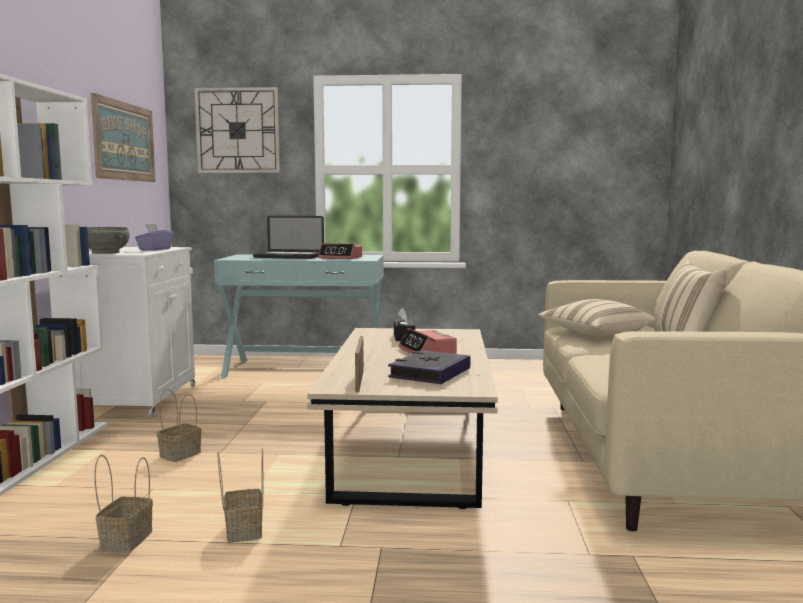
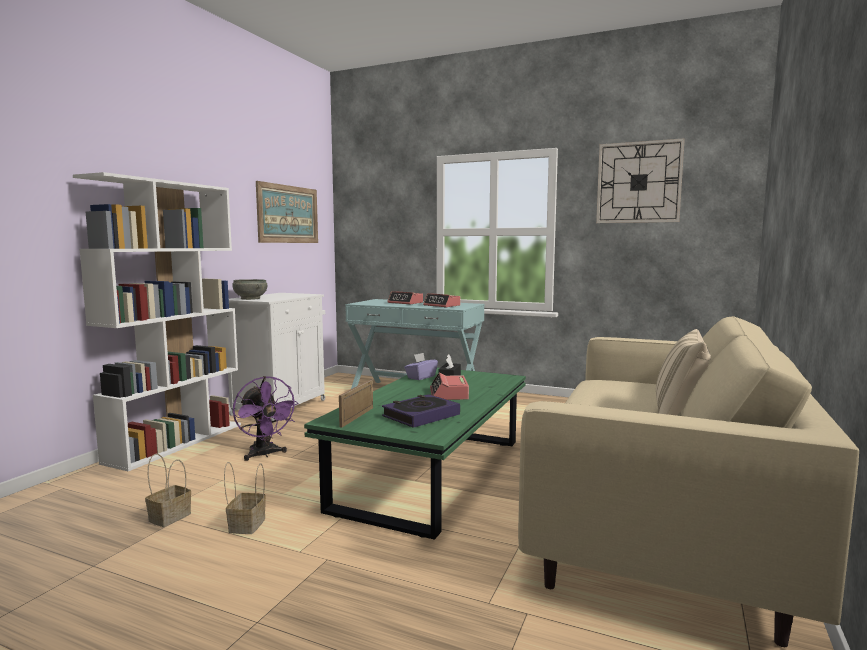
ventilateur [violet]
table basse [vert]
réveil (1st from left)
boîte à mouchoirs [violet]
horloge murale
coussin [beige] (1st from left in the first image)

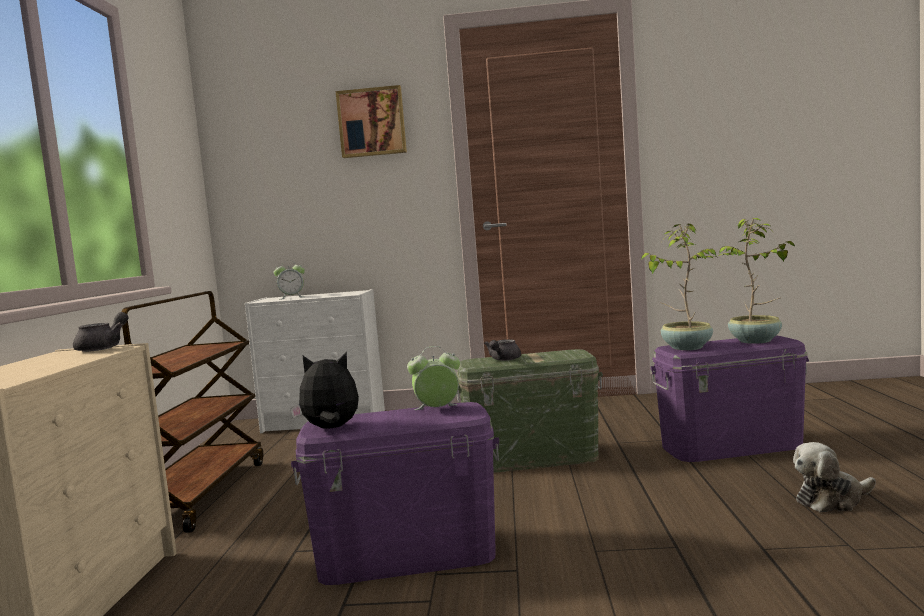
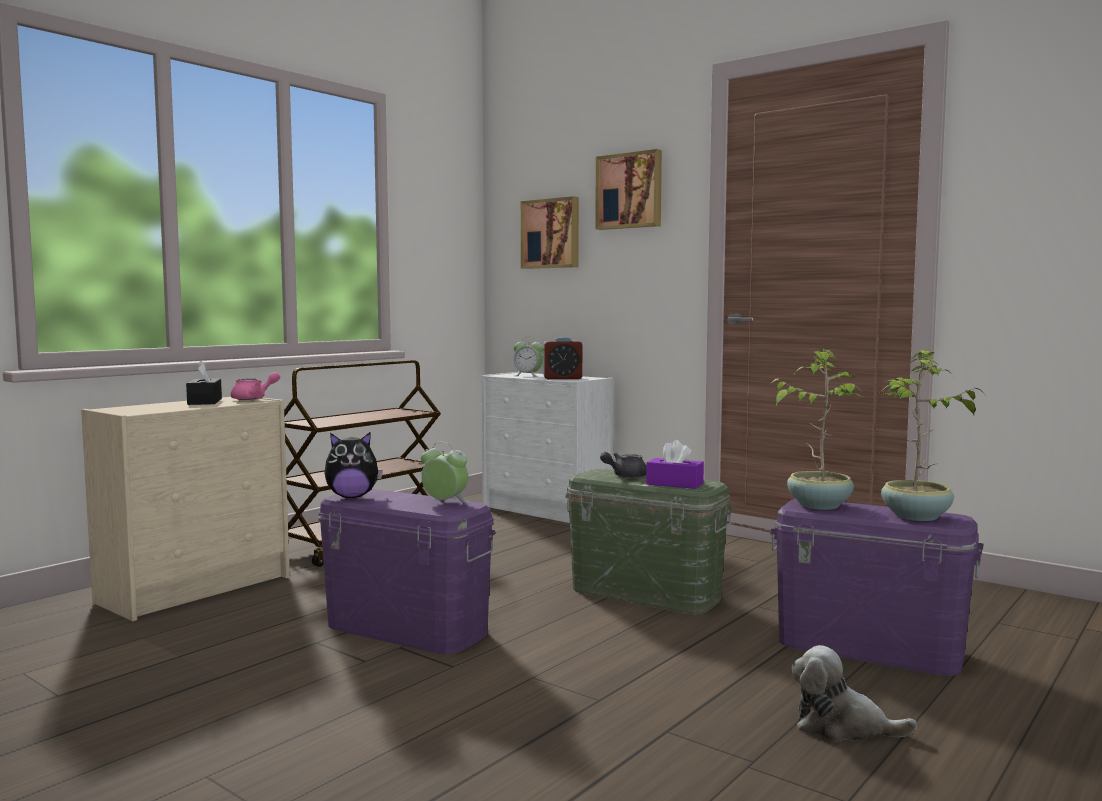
boîte à mouchoirs [noir]
théière [rose]
peluche (1st from left)
tableau (1st from left)
réveil (3rd from left)
boîte à mouchoirs [violet]

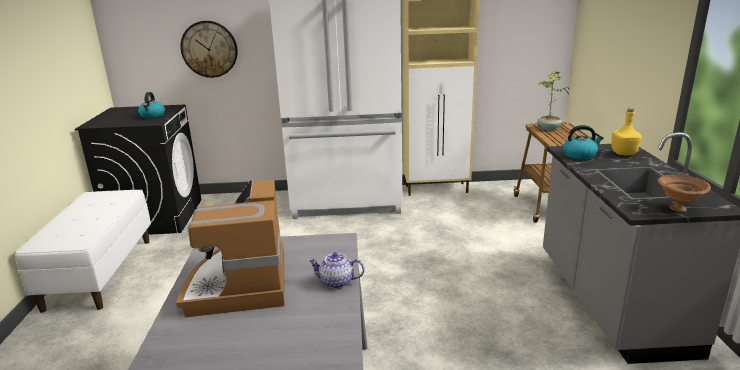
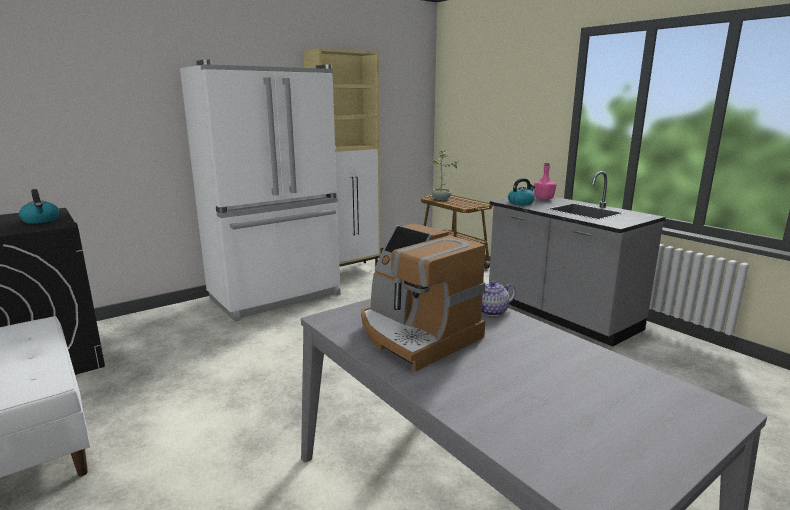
bouteille [rose]
horloge murale
bol [marron]

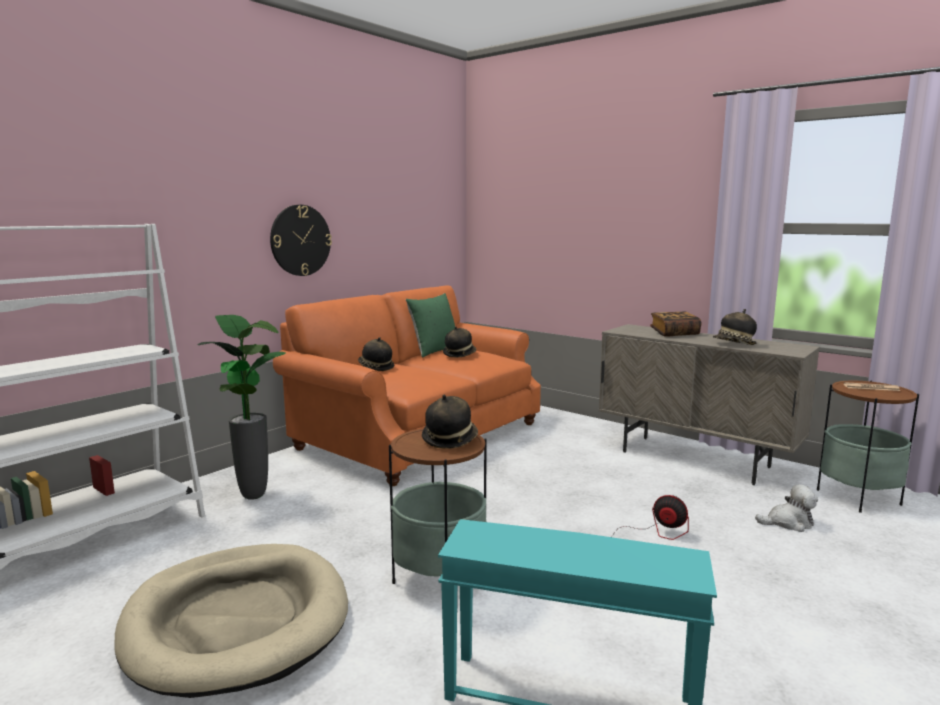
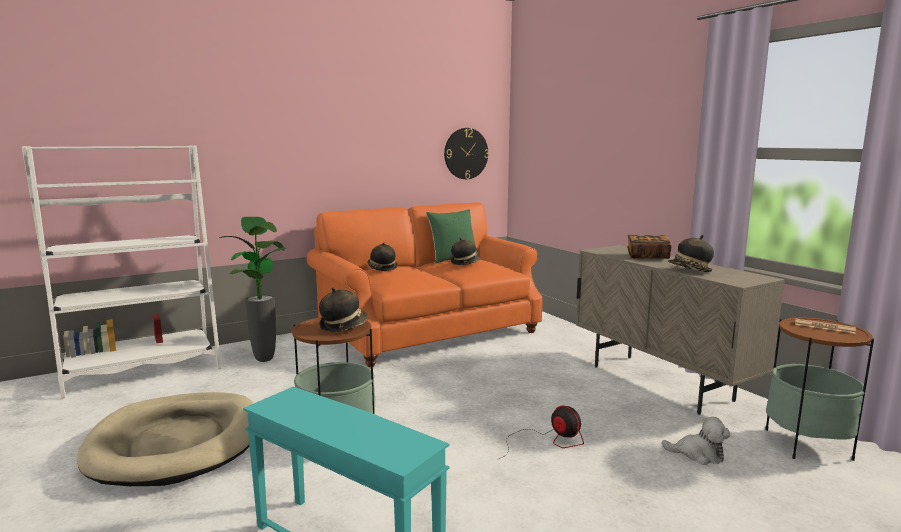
horloge murale

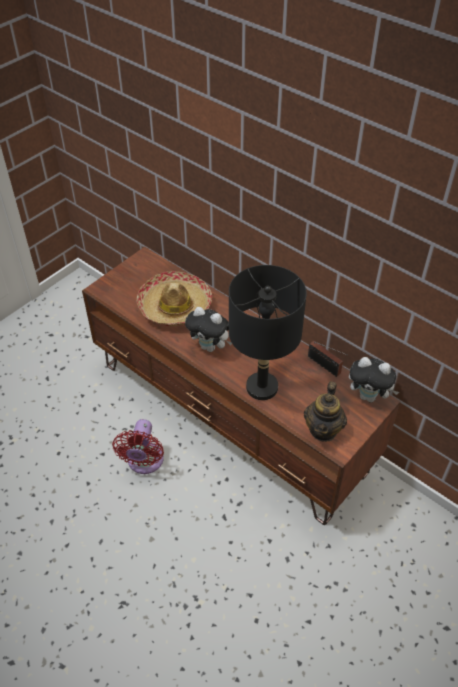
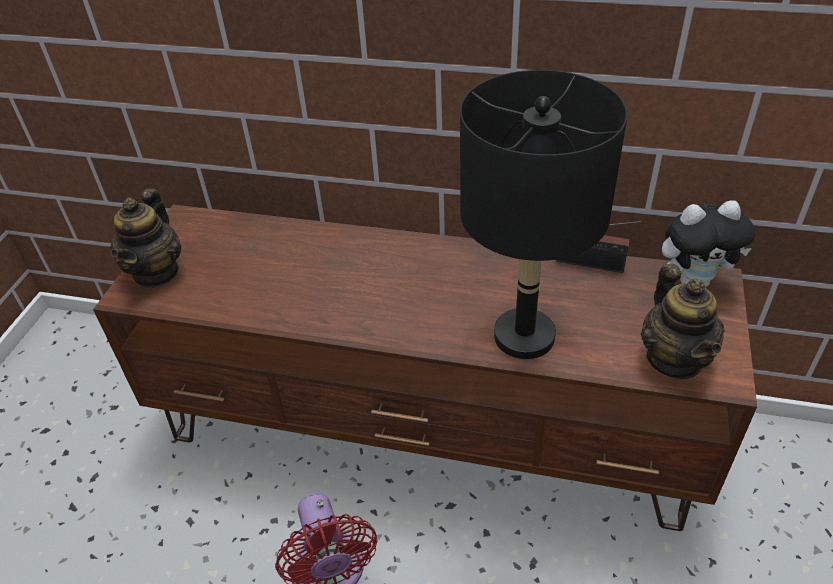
théière (1st from left)
chapeau
peluche (1st from left in the first image)

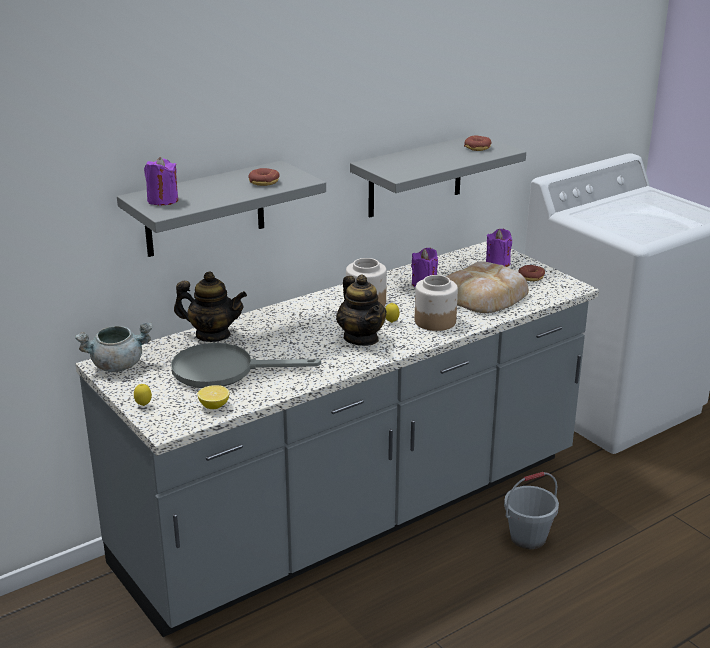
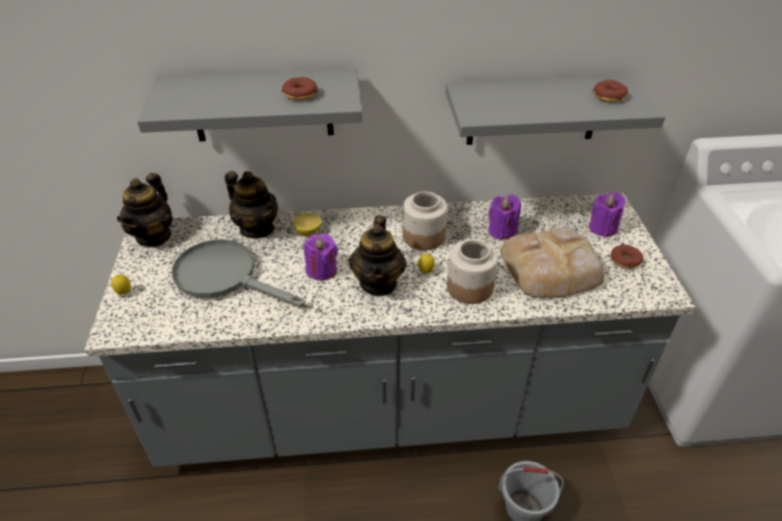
théière (1st from left)
citron (2nd from left)
bougie [violet] (1st from left)

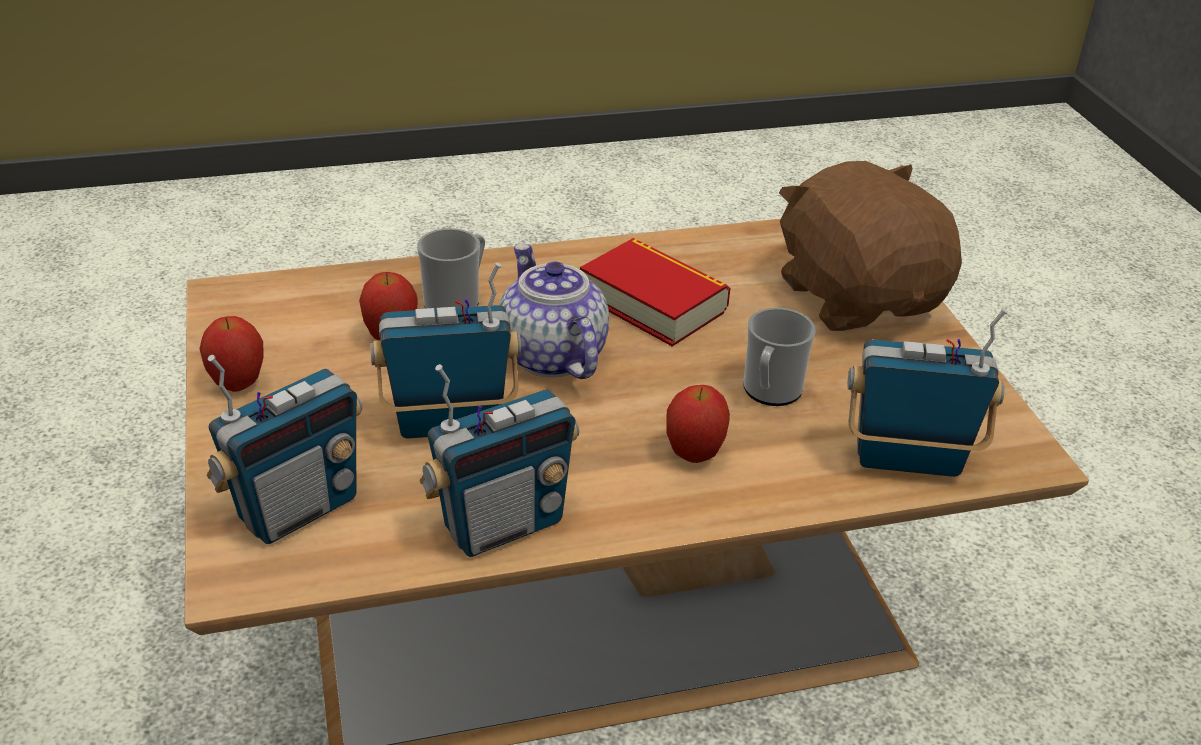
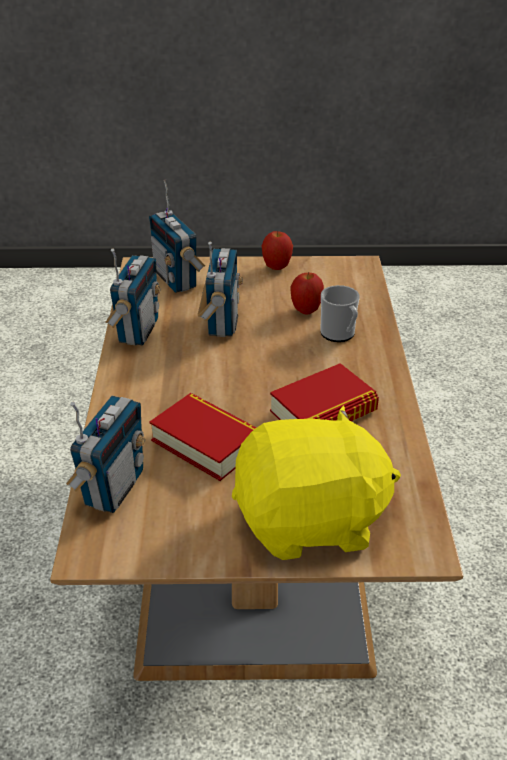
radio (2nd from left)
livre (1st from left)
peluche [jaune]
théière
pomme (3rd from left in the first image)

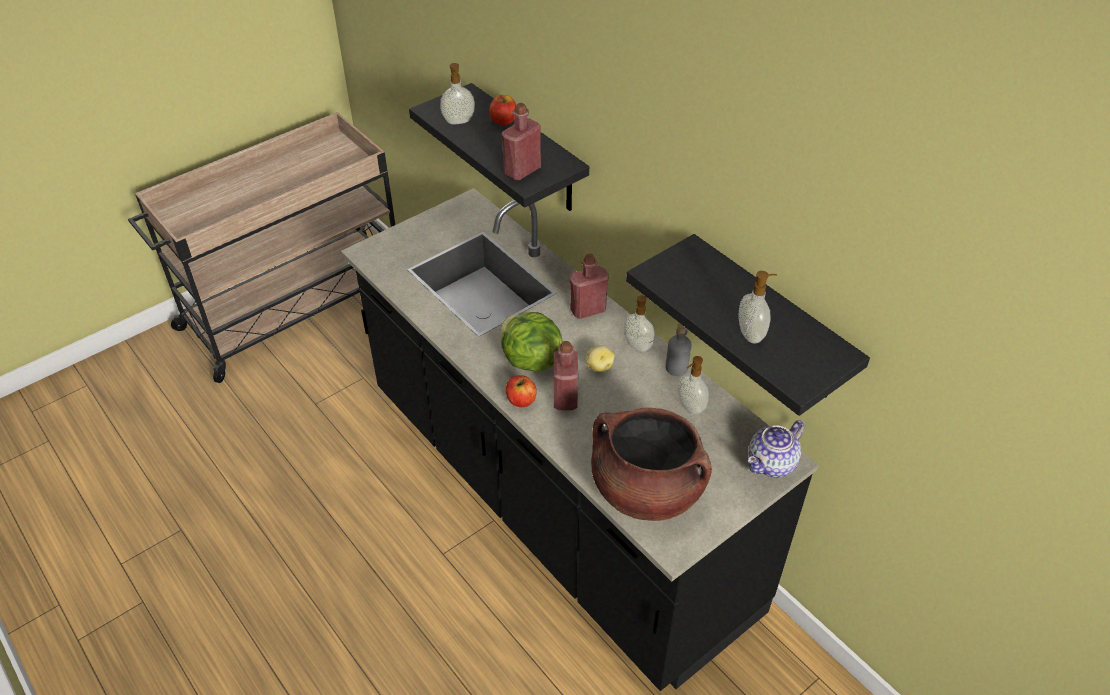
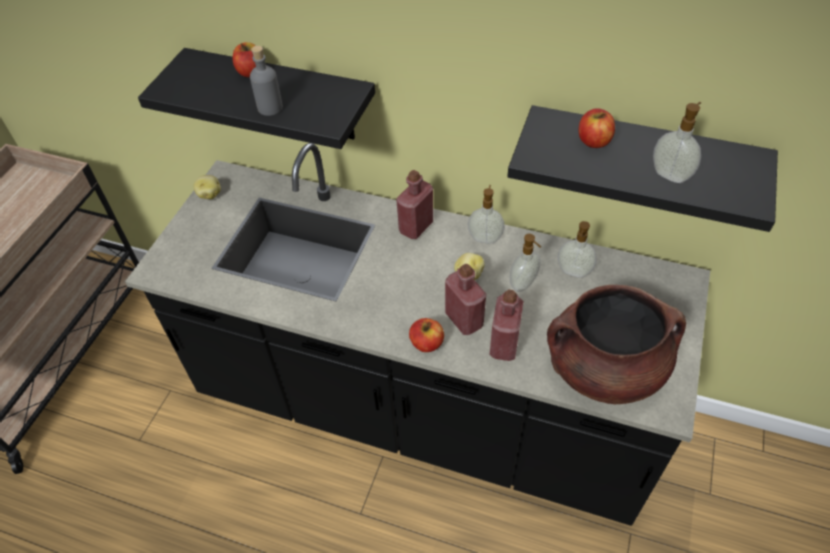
pomme de terre (1st from left)
bouteille [gris]
bouteille [rouge] (3rd from left)
distributeur de savon (2nd from left)
pomme (3rd from left)
laitue
théière

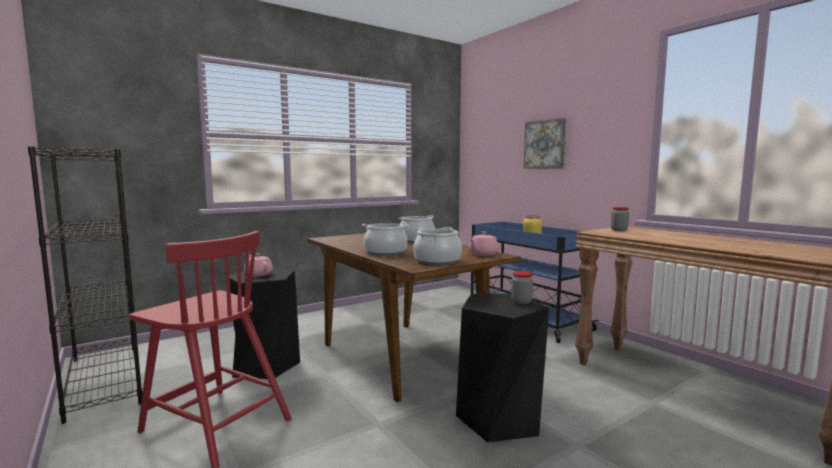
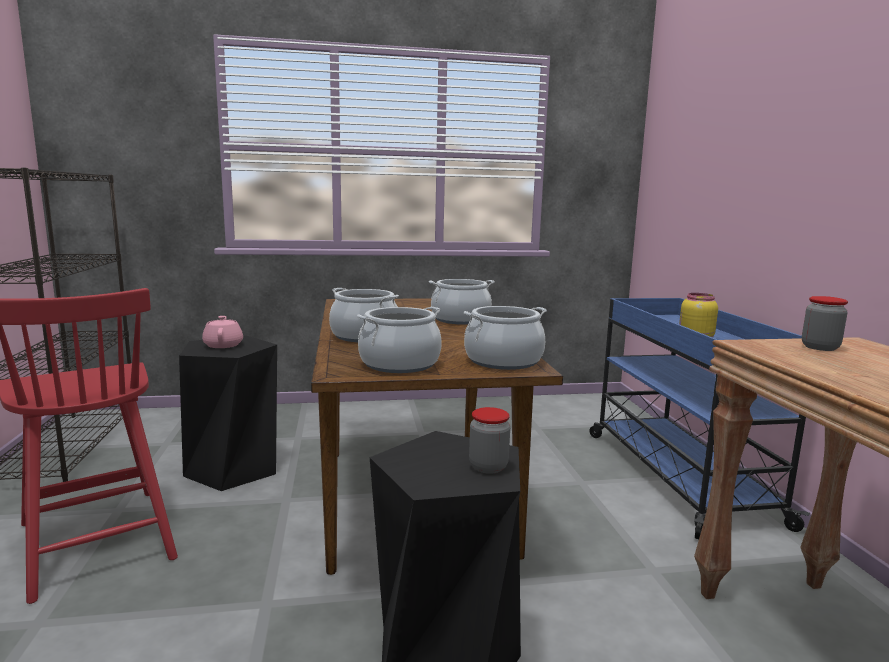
marmite (4th from left)
tableau

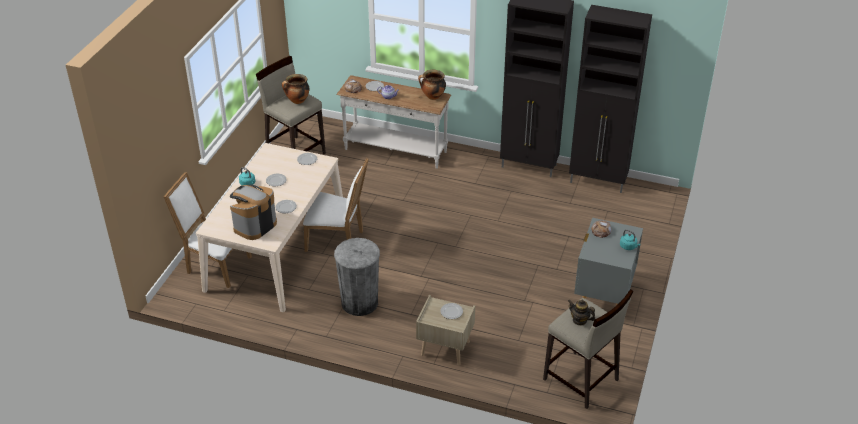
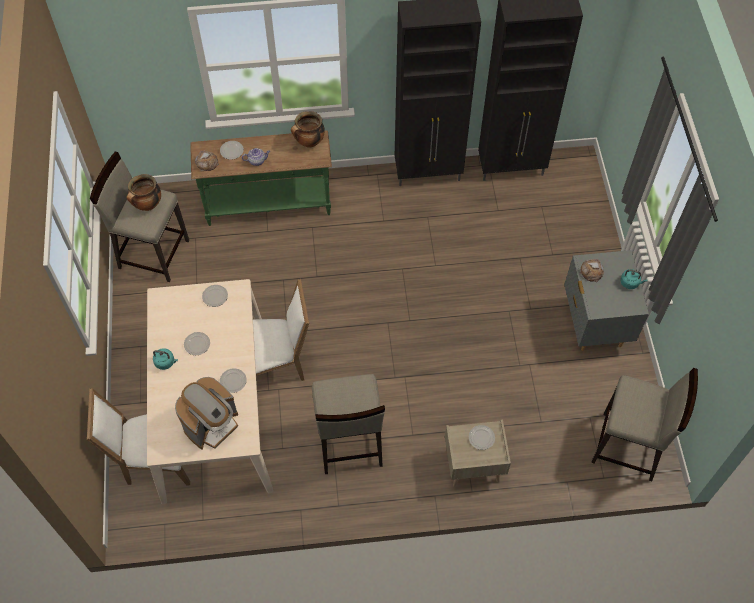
machine à café
table console [vert]
tabouret [beige] (2nd from left)
théière (2nd from left in the first image)

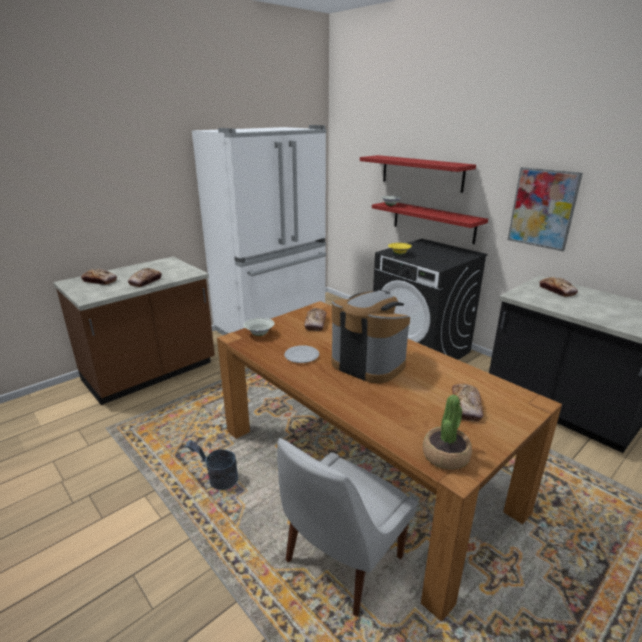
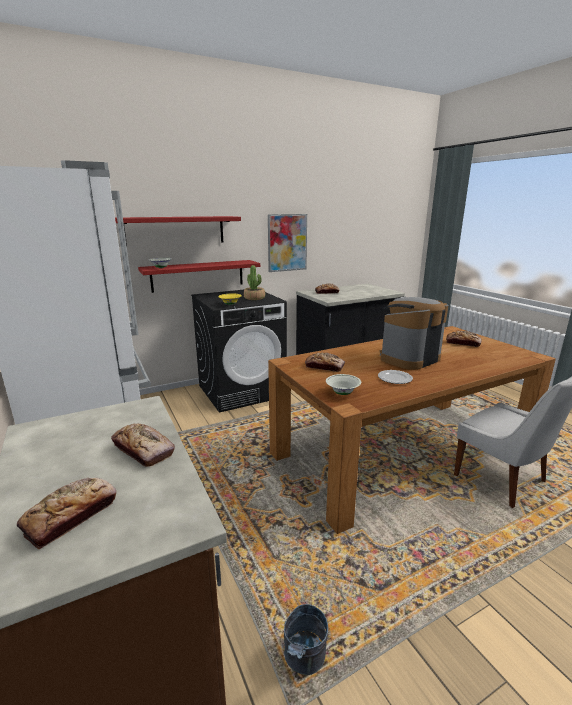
plante en pot
seau [gris]

